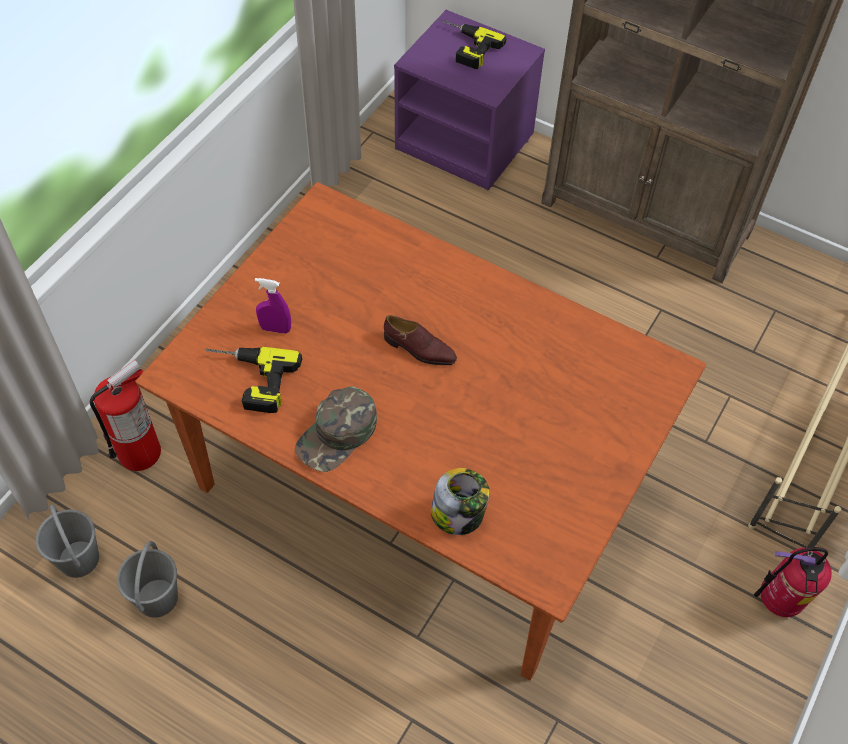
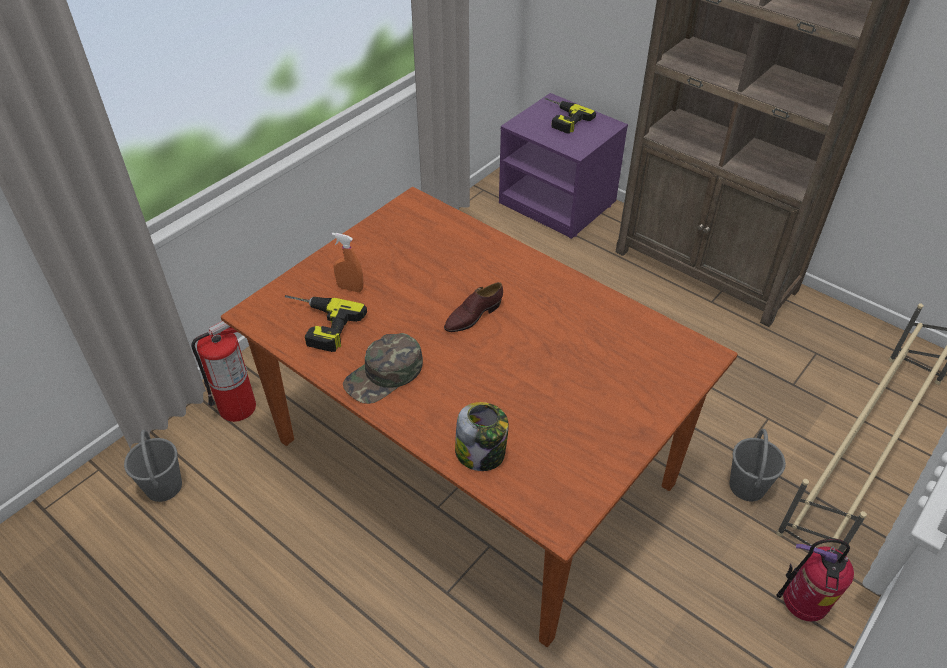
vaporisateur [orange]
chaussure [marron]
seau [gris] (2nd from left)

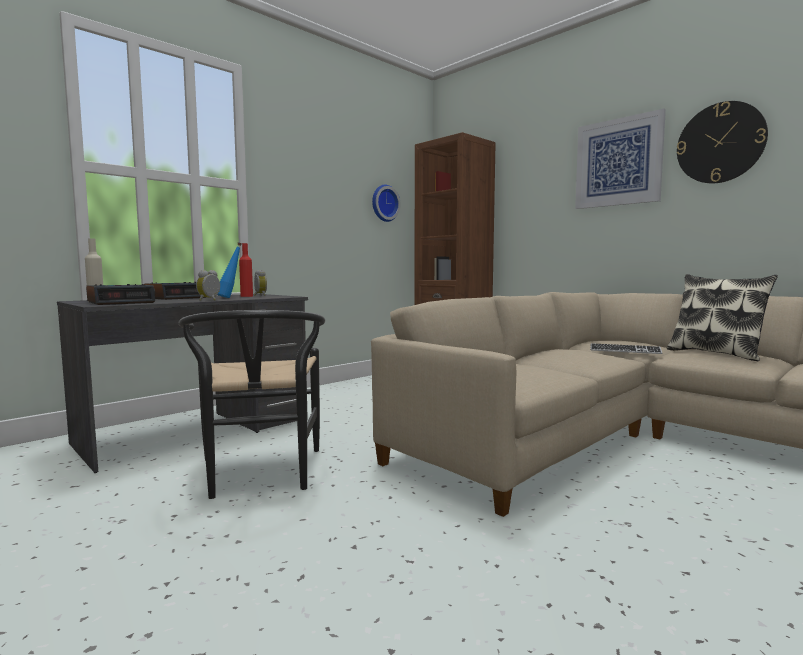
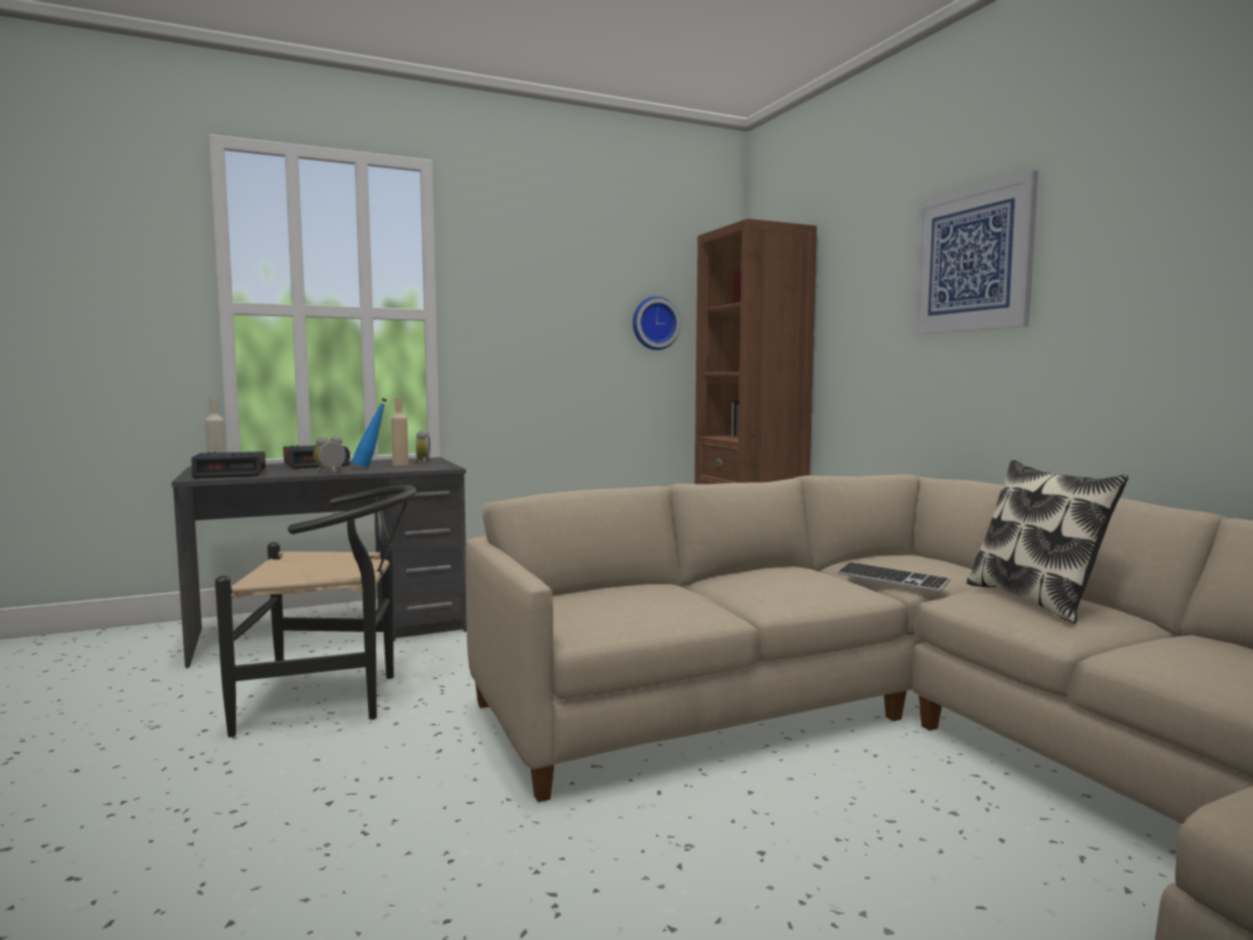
chaise [noir]
bouteille [beige] (2nd from left)
horloge murale (2nd from left in the first image)

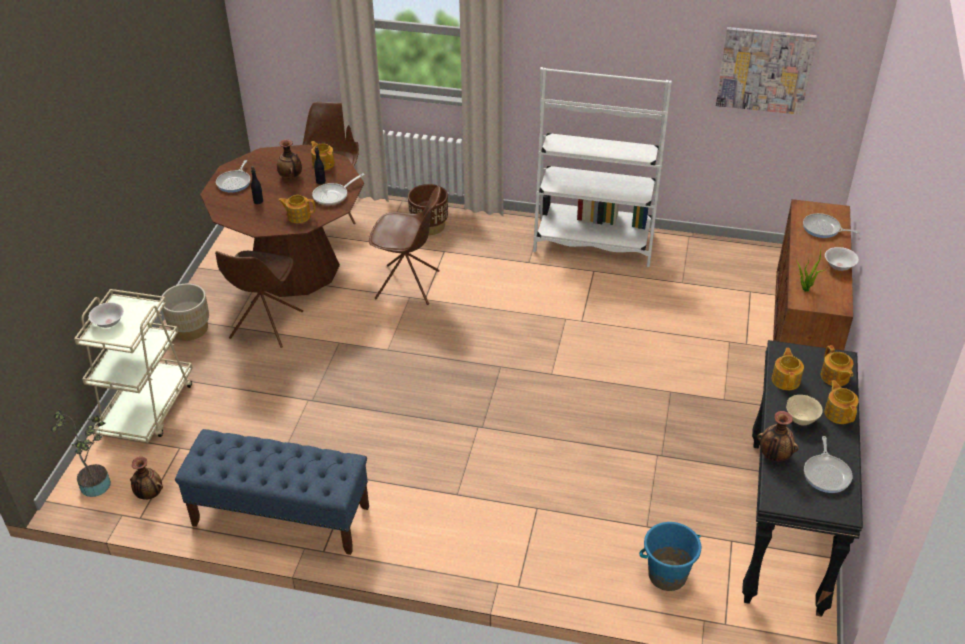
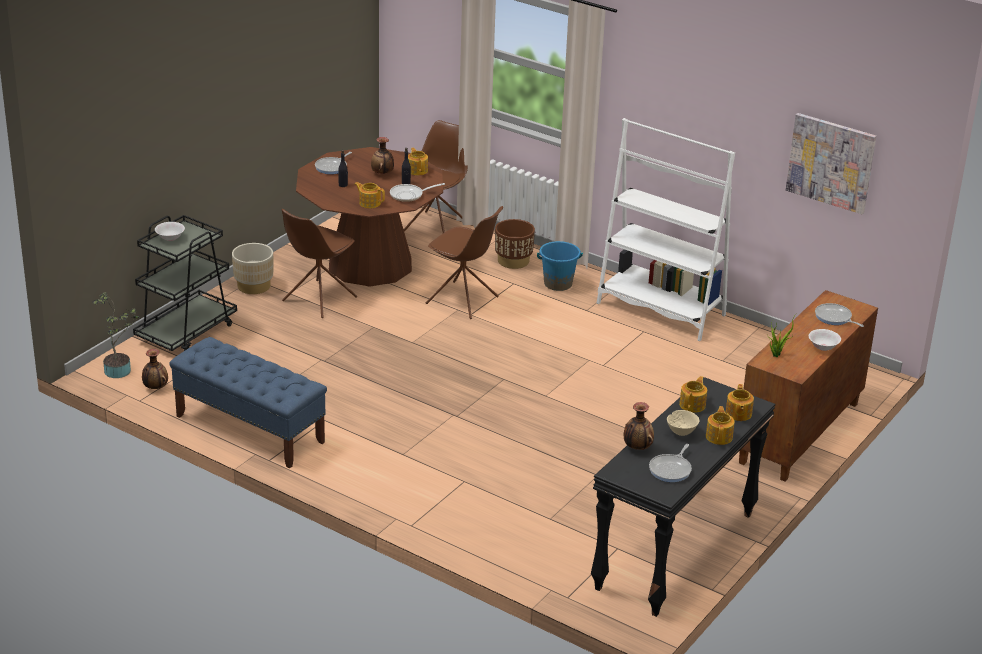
chariot [noir]
seau [bleu]

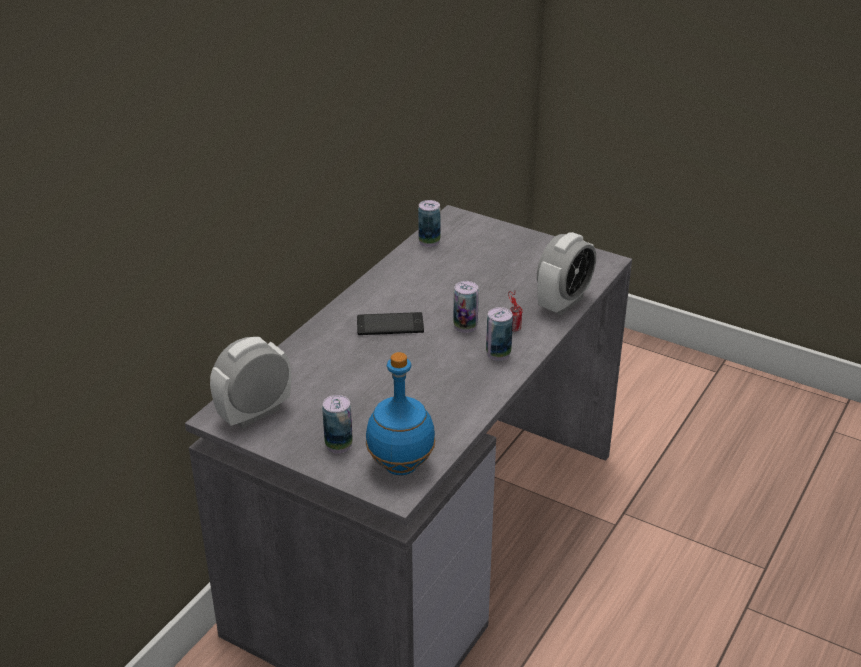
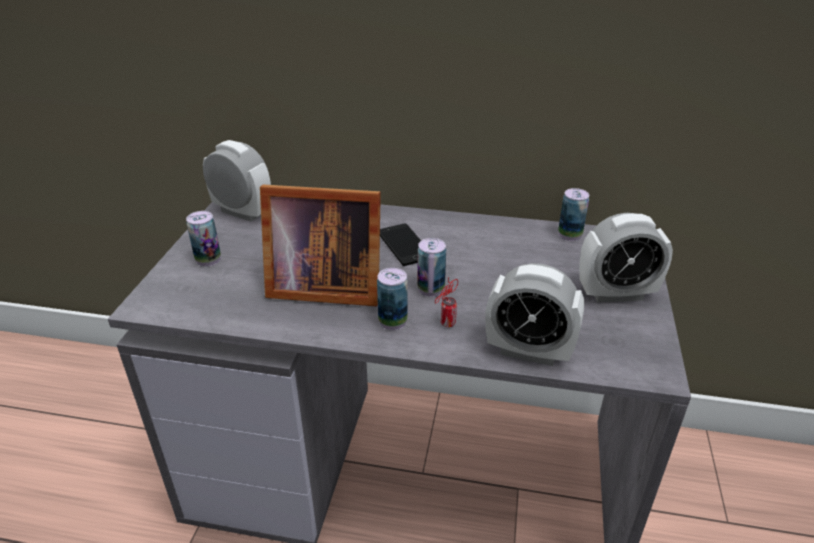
cadre photo
réveil (3rd from left)
bouteille [bleu]

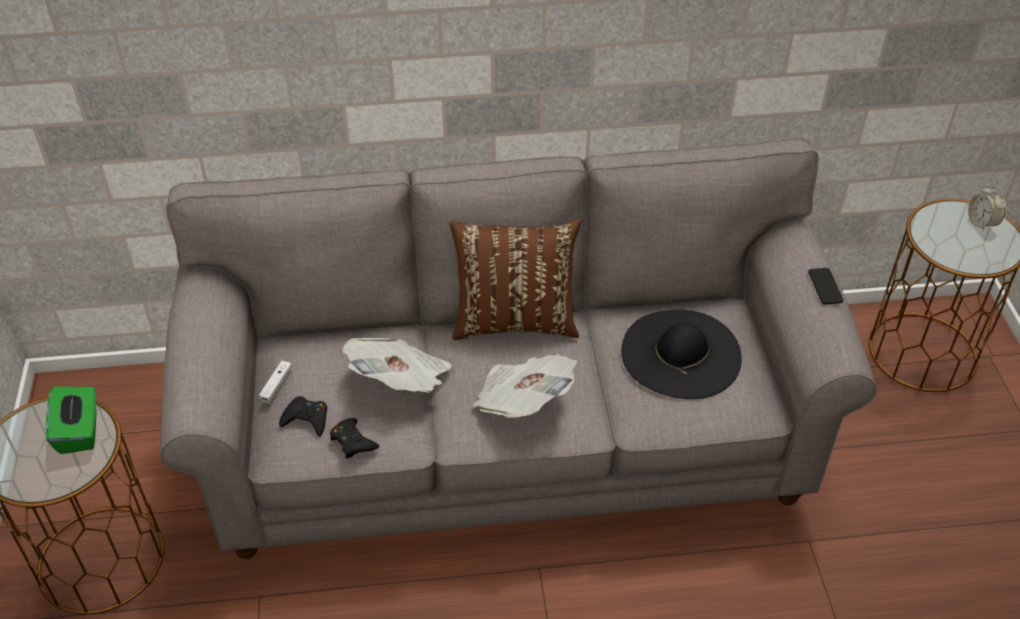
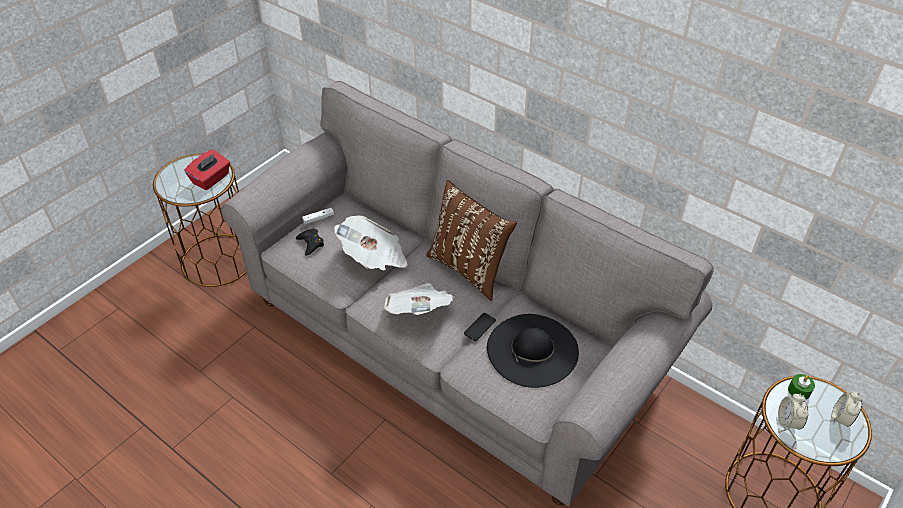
boîte à mouchoirs [rouge]
téléphone
réveil (1st from left)
bougie [vert]
manette [noir] (2nd from left in the first image)

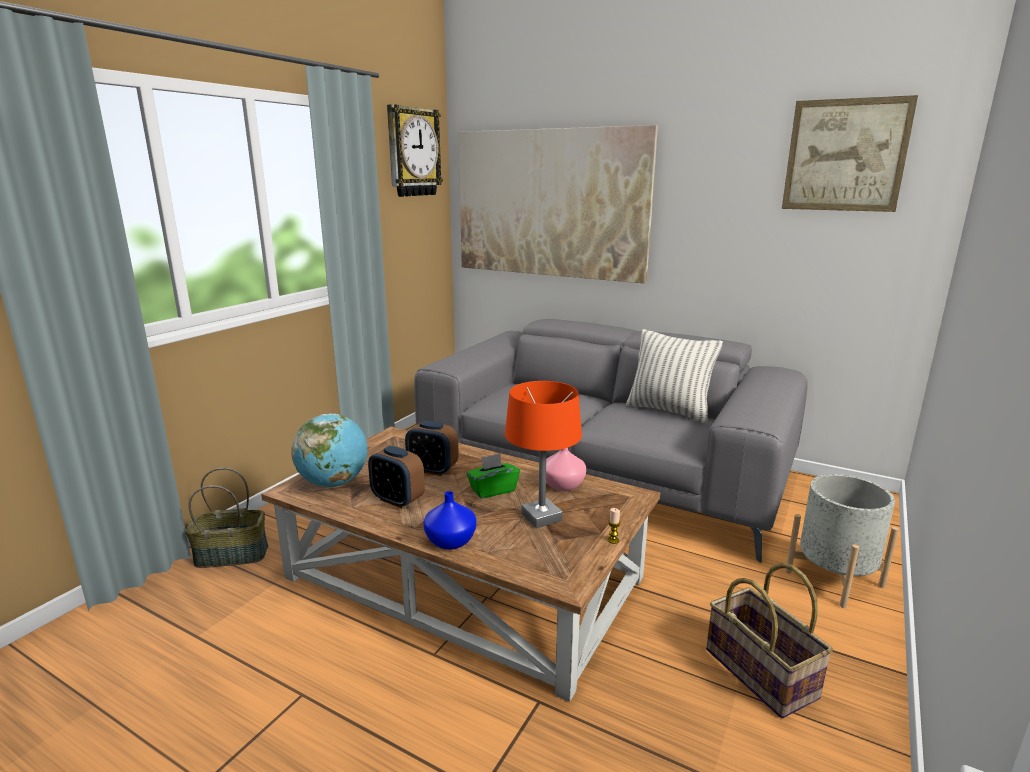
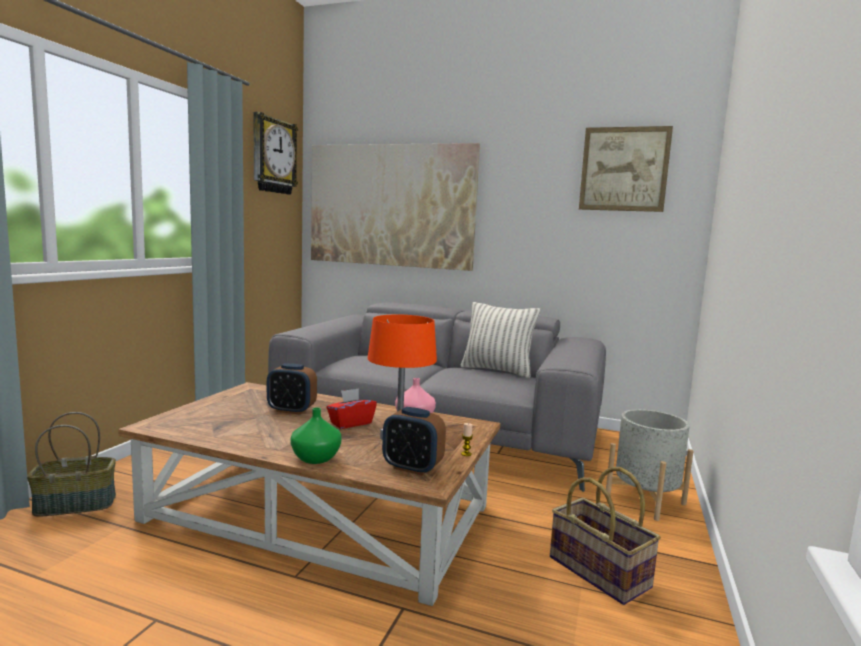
vase [vert]
boîte à mouchoirs [rouge]
réveil (2nd from left)
globe

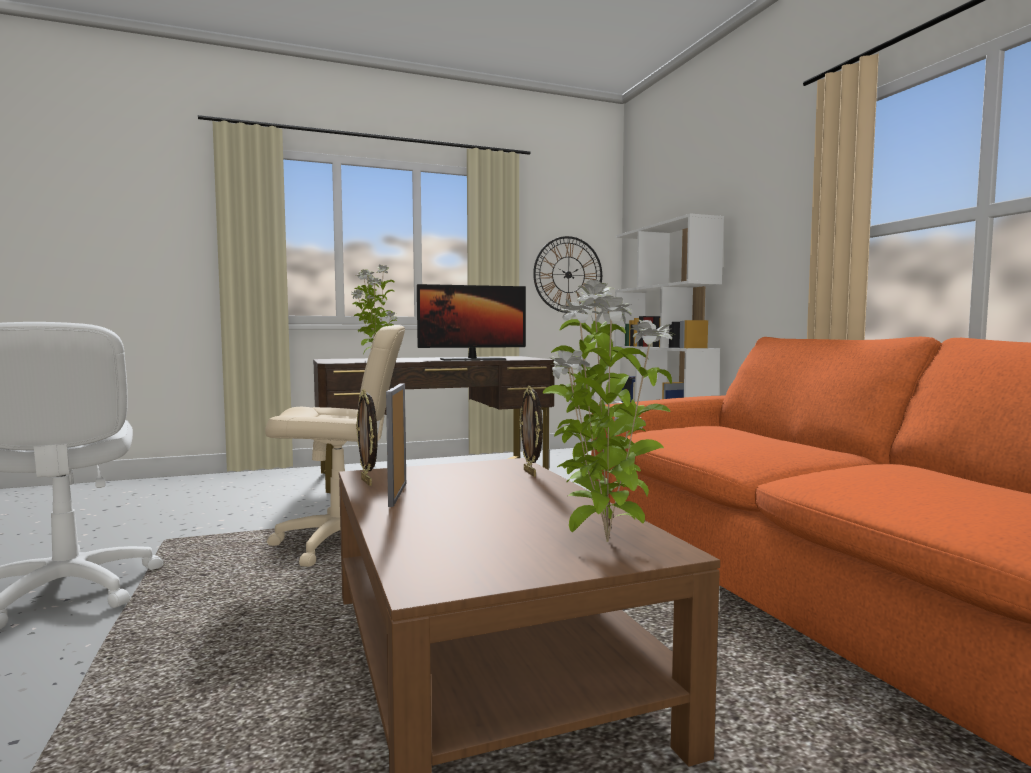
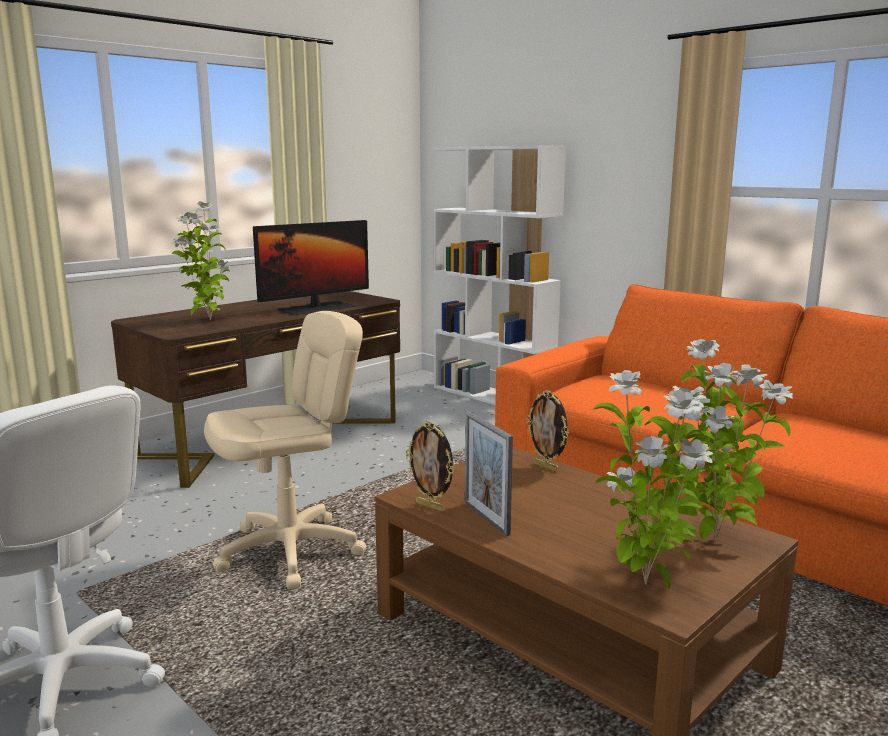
plante en pot (2nd from left)
horloge murale

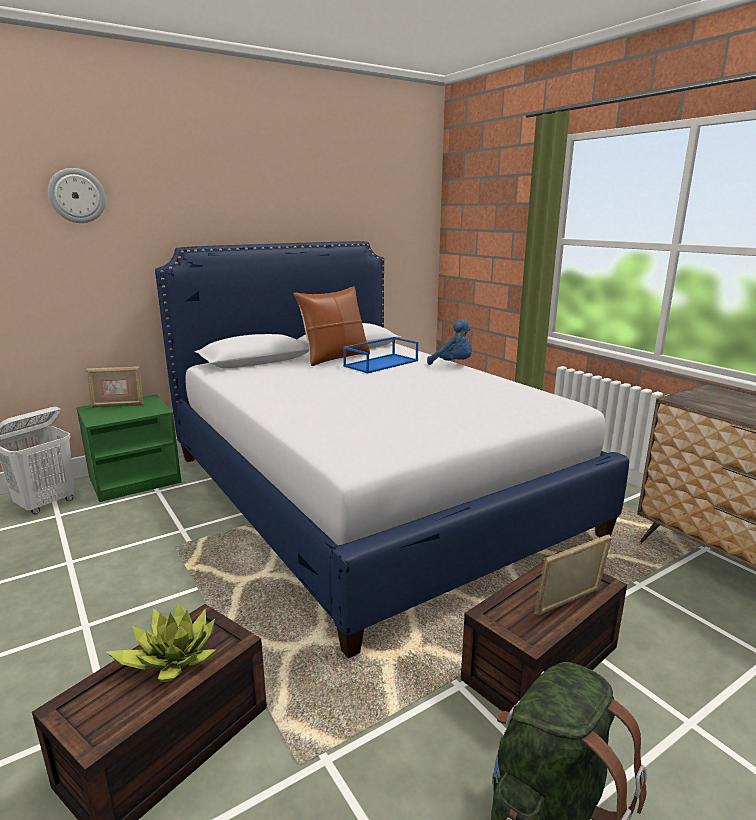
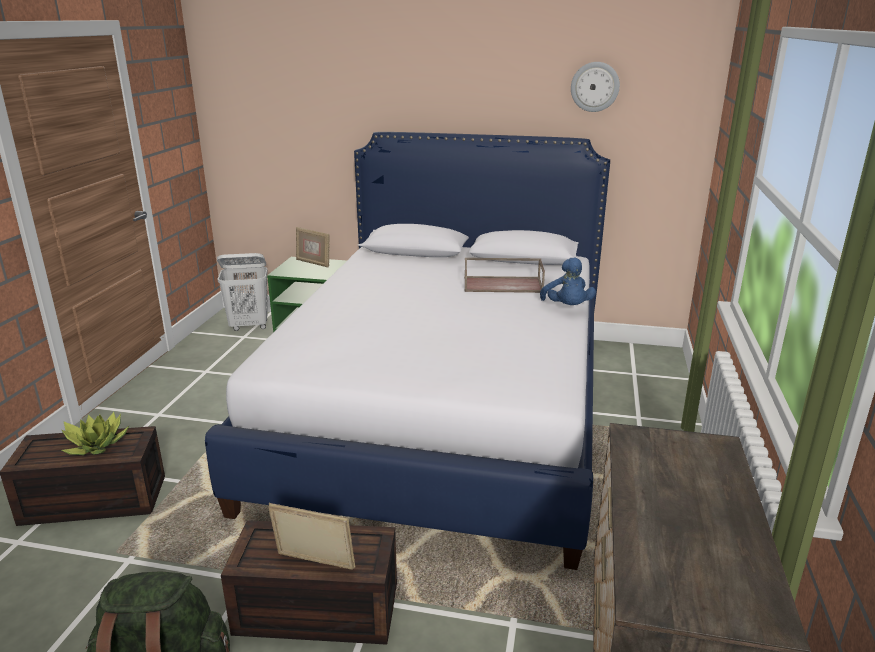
plateau [marron]
horloge murale
coussin [marron]

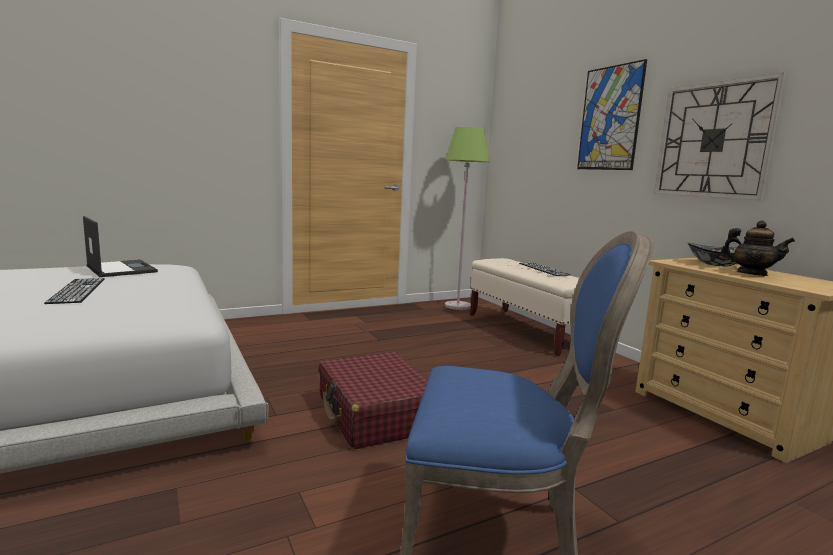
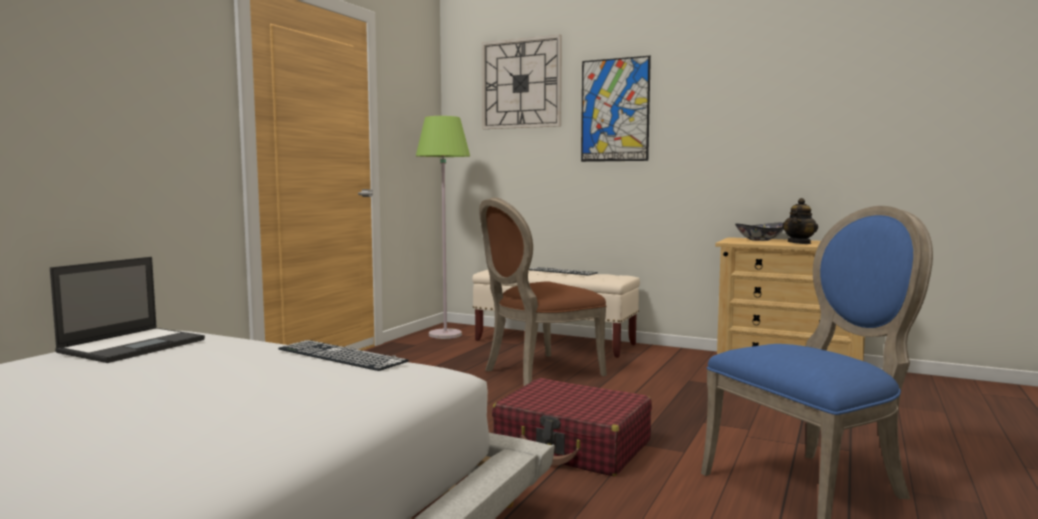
ordinateur portable
clavier (1st from left)
chaise [marron]
horloge murale
théière

